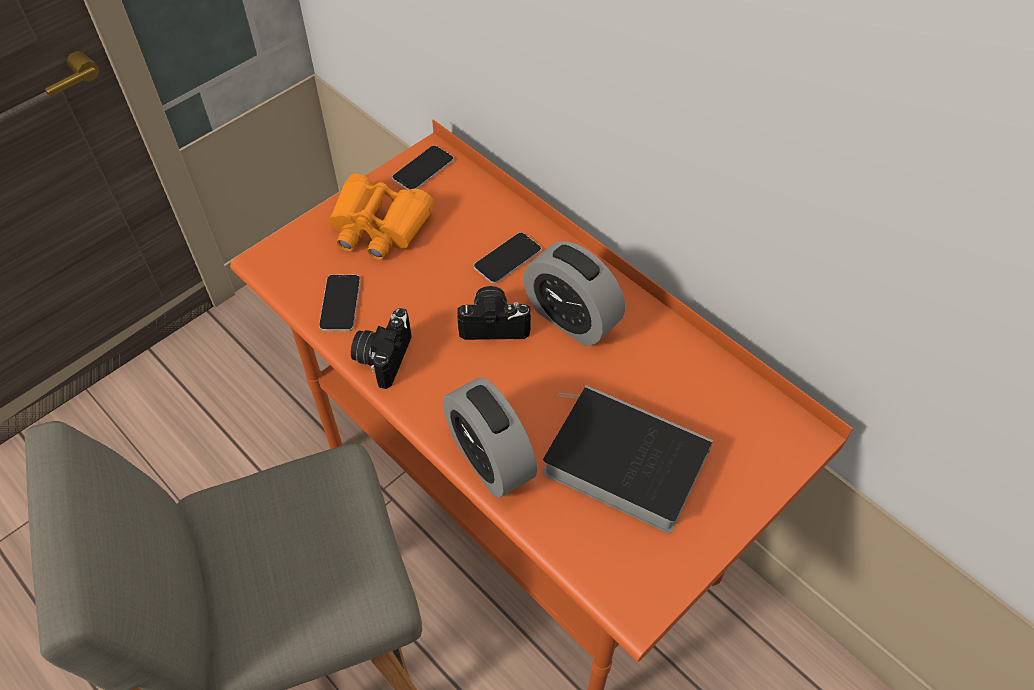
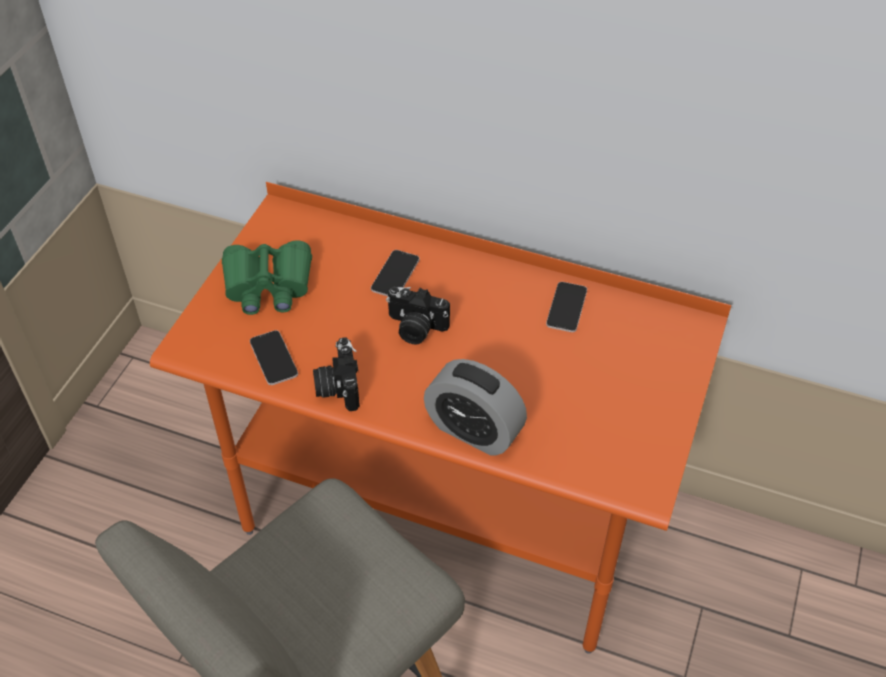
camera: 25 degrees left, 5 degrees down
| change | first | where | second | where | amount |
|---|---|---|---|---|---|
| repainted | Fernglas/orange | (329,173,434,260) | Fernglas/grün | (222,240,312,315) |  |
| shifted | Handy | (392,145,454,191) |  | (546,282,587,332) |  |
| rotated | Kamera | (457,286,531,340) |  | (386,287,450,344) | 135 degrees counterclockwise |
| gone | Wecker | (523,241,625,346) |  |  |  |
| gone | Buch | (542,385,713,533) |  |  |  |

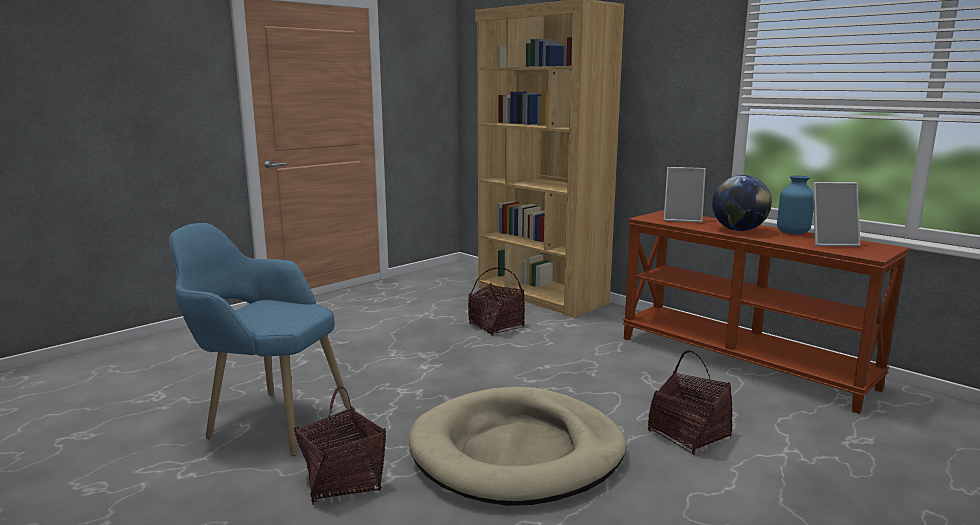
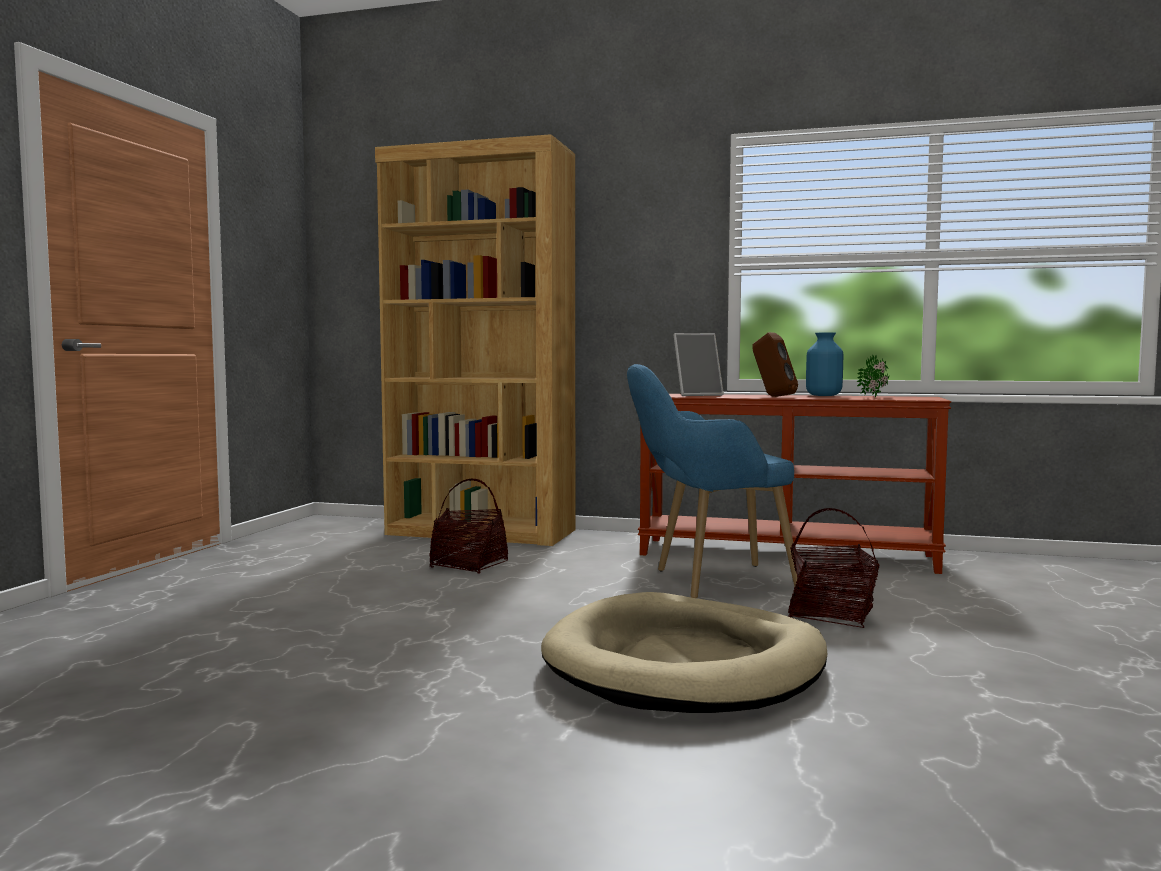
camera: 30 degrees left, 10 degrees down
| change | first | where | second | where | amount |
|---|---|---|---|---|---|
| shifted | Sessel/blau | (169,223,350,456) |  | (627,364,797,598) |  |
| gone | Korb | (294,386,386,505) |  |  |  |
| swapped | Globus | (712,175,772,231) | Lautsprecher/braun | (753,332,798,397) |  |
| swapped | Bilderrahmen | (813,182,861,246) | Topfpflanze | (857,354,889,397) |  |

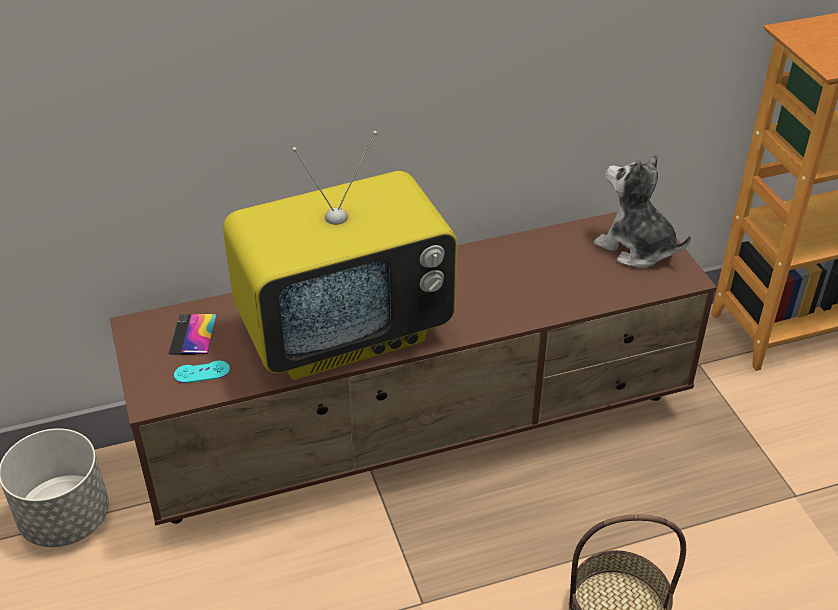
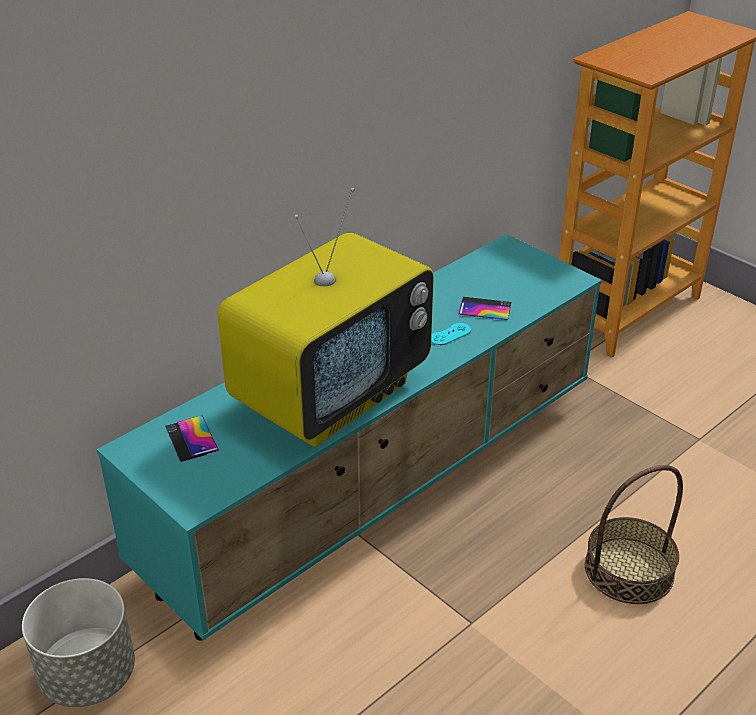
camera: 25 degrees left, 5 degrees down
| change | first | where | second | where | amount |
|---|---|---|---|---|---|
| repainted | Fernsehschrank/braun | (110,212,717,526) | Fernsehschrank/türkis | (96,234,602,641) |  |
| shifted | Gamepad/türkis | (174,361,230,383) |  | (431,323,471,345) |  |
| gone | Plüschtier | (594,154,691,268) |  |  |  |
| new |  |  | Handy | (458,297,511,320) |  |

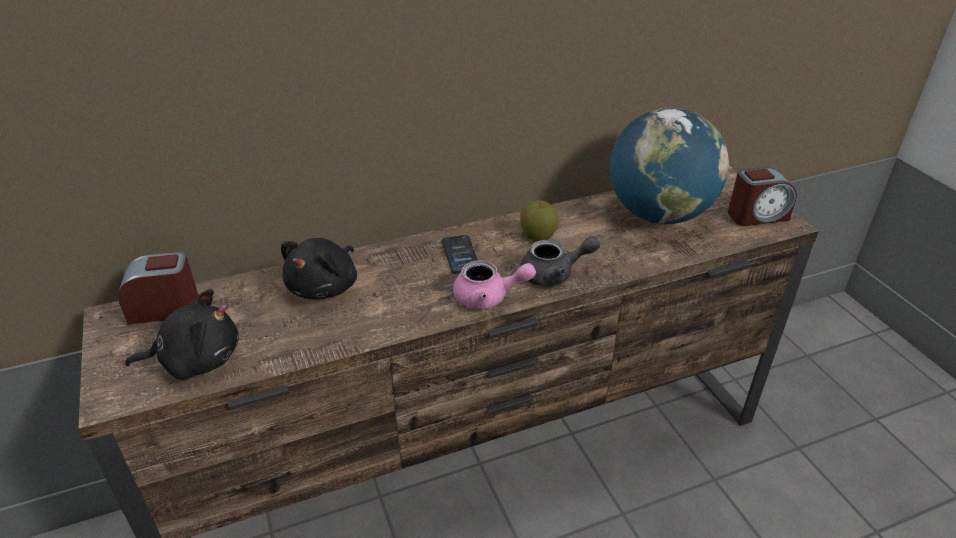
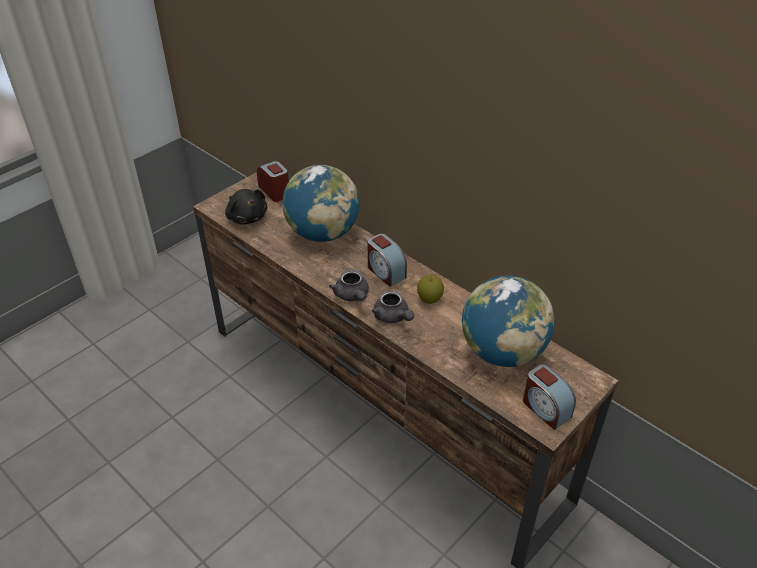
camera: 65 degrees right, 5 degrees up
| change | first | where | second | where | amount |
|---|---|---|---|---|---|
| swapped | Plüschtier/schwarz | (281,238,357,299) | Globus | (283,165,360,242) |  |
| swapped | Handy | (442,235,478,274) | Wecker | (368,234,407,287) |  |
| repainted | Teekanne/rosa | (453,260,536,309) | Teekanne/grau | (329,270,369,301) |  |

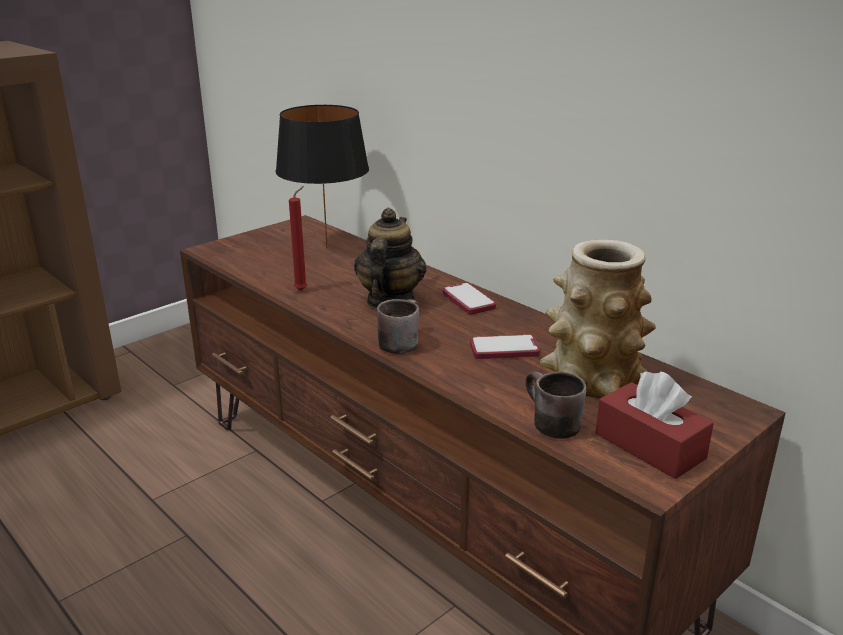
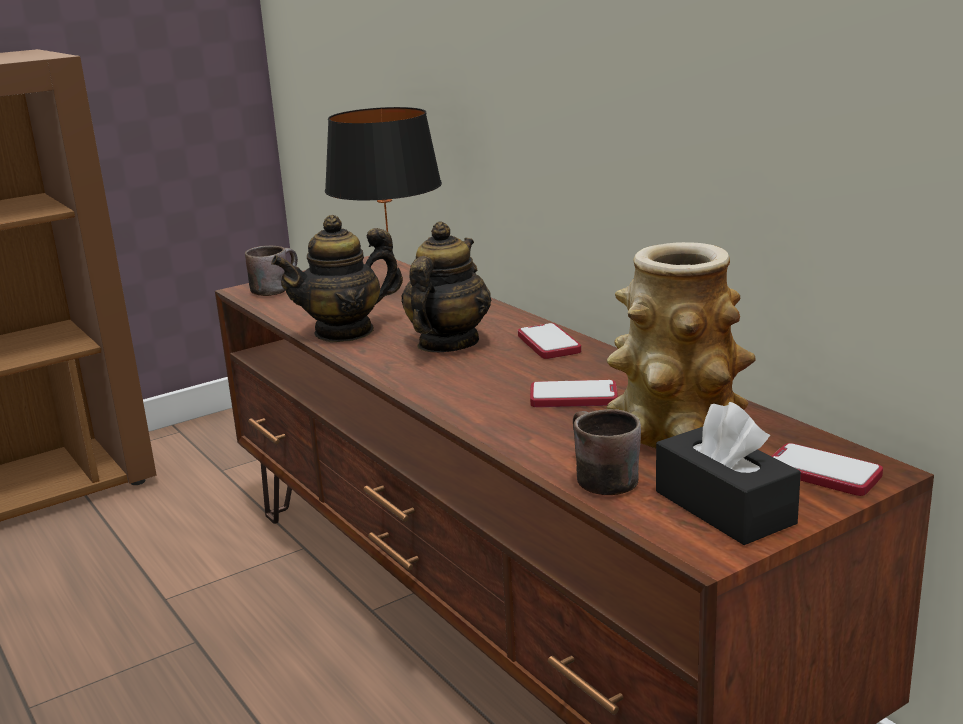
camera: 10 degrees right, 5 degrees down
| change | first | where | second | where | amount |
|---|---|---|---|---|---|
| swapped | Kerze/rot | (289,186,307,291) | Teekanne | (271,215,403,342) |  |
| shifted | Henkelbecher/braun | (377,299,419,354) |  | (245,246,298,296) |  |
| repainted | Taschentuchbox/rot | (596,371,714,479) | Taschentuchbox/schwarz | (656,402,801,545) |  |
| new |  |  | Handy | (771,443,883,496) |  |

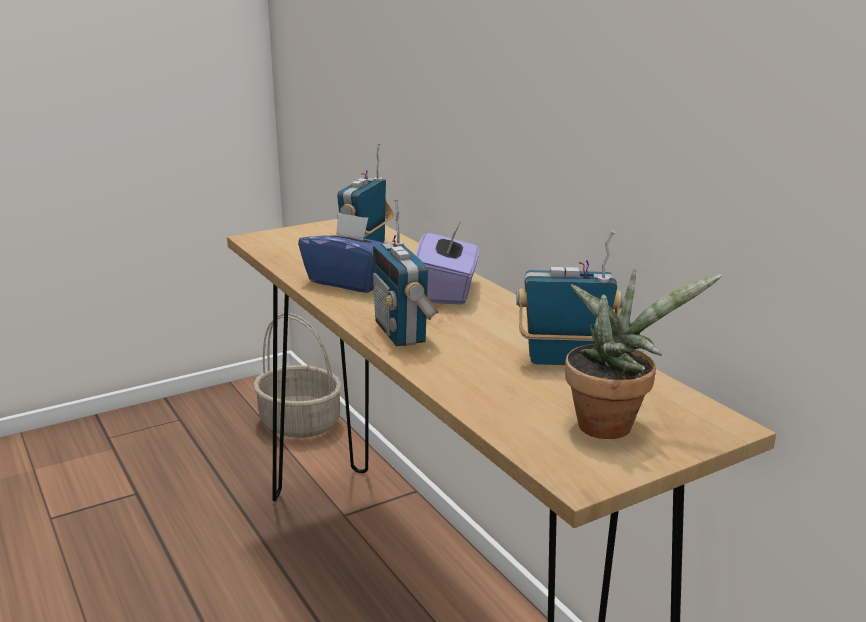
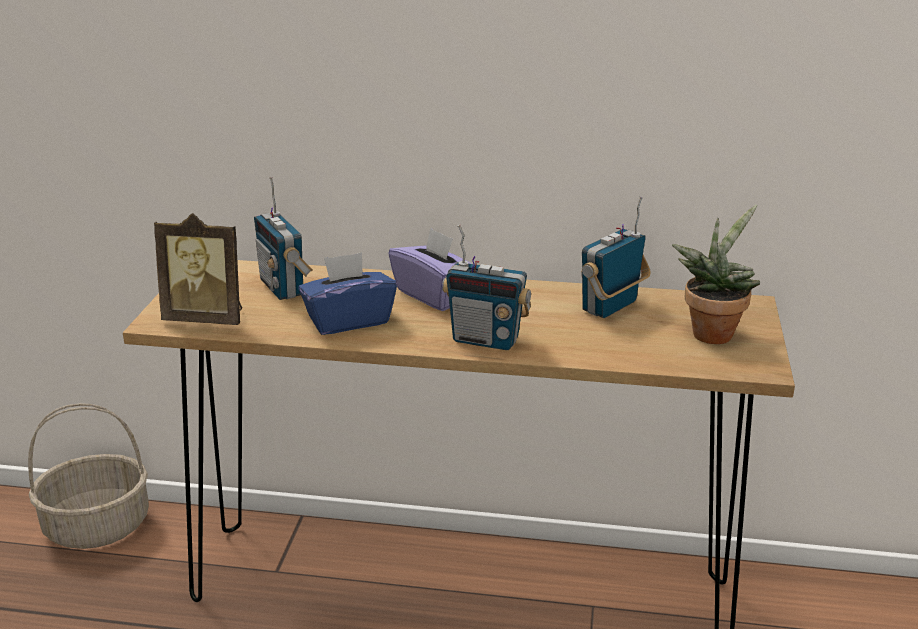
camera: 50 degrees left, 5 degrees up
| change | first | where | second | where | amount |
|---|---|---|---|---|---|
| new |  |  | Bilderrahmen | (154,213,242,325) |  |

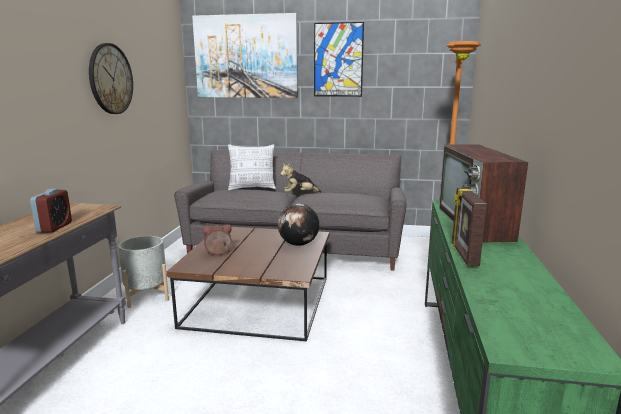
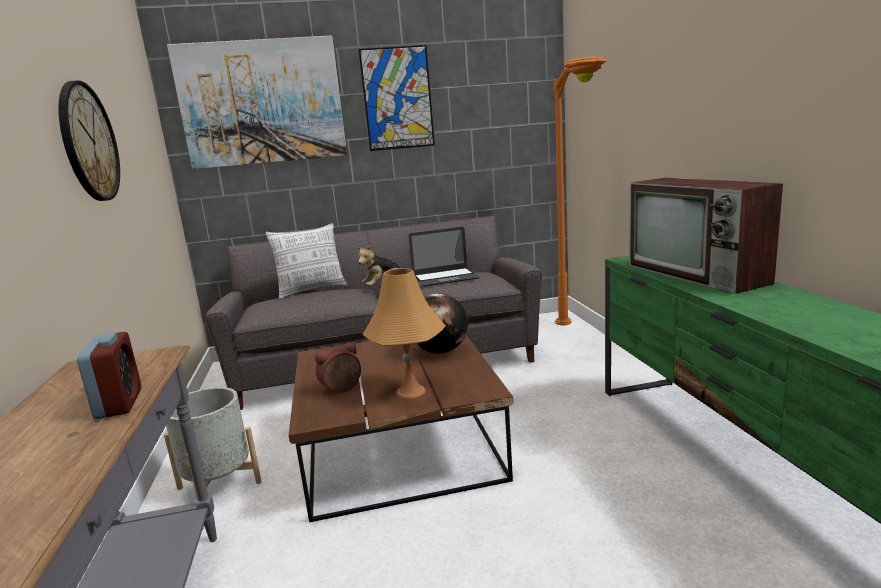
camera: 20 degrees left, 0 degrees up
| change | first | where | second | where | amount |
|---|---|---|---|---|---|
| gone | Bilderrahmen | (452,187,487,267) |  |  |  |
| new |  |  | Tischlampe/orange | (363,268,446,399) |  |
| new |  |  | Laptop | (408,227,480,286) |  |

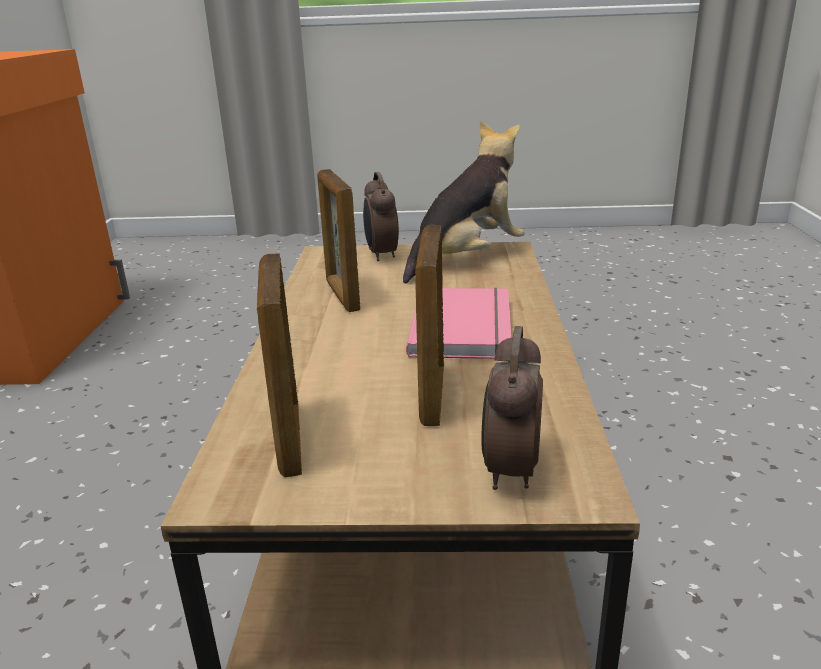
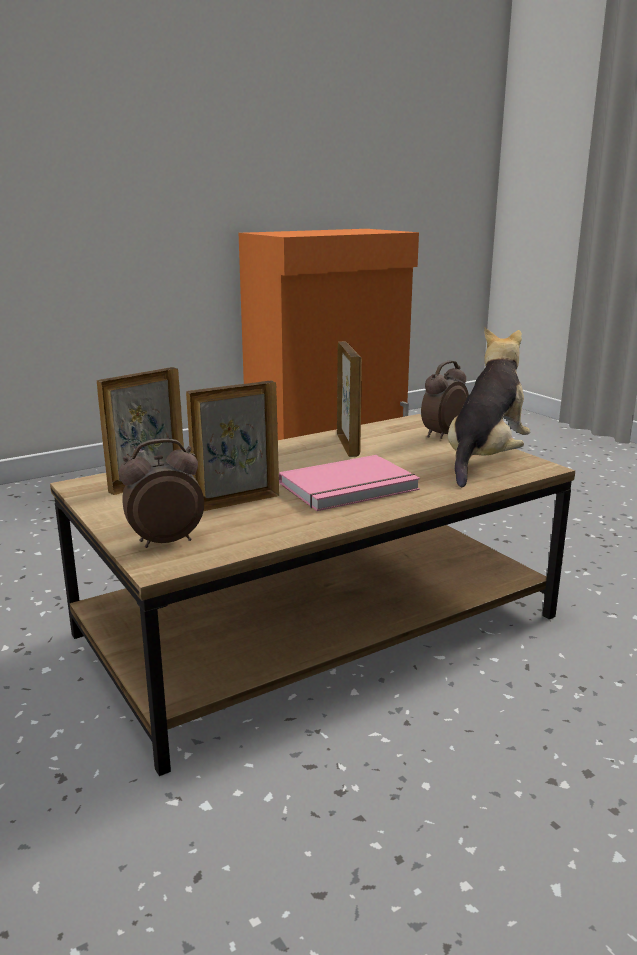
camera: 55 degrees right, 5 degrees down
| change | first | where | second | where | amount |
|---|---|---|---|---|---|
| rotated | Bilderrahmen | (317,169,360,312) |  | (337,341,362,457) | 135 degrees clockwise |
| rotated | Plüschtier | (403,121,525,283) |  | (448,328,530,487) | 75 degrees counterclockwise |

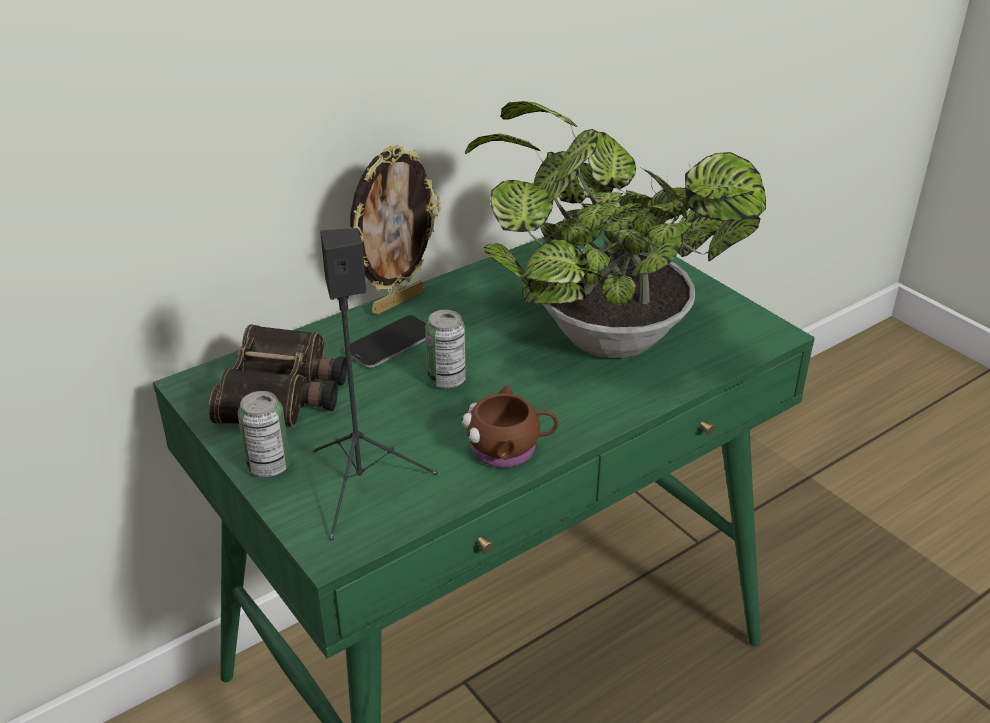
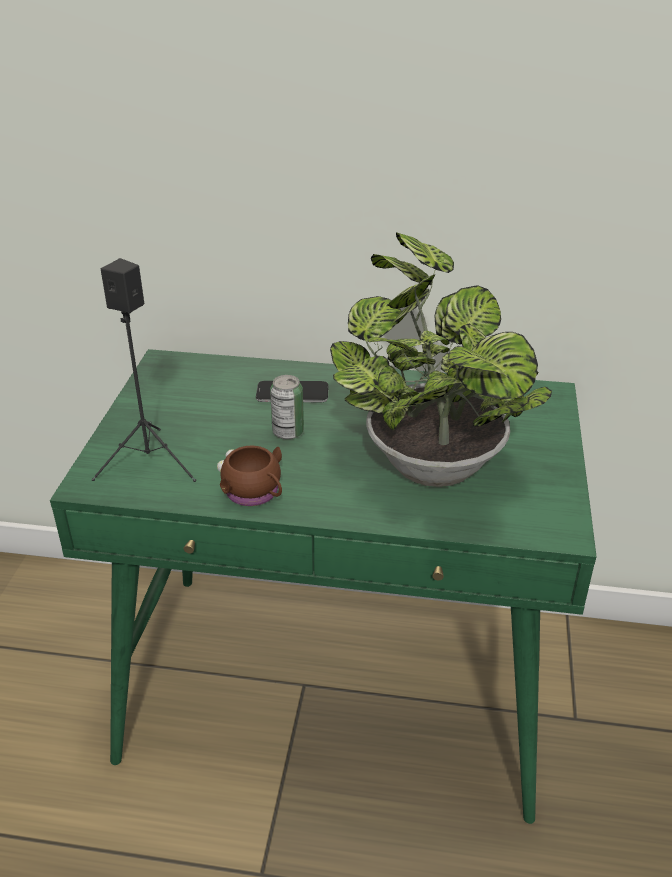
camera: 45 degrees right, 0 degrees up
| change | first | where | second | where | amount |
|---|---|---|---|---|---|
| gone | Fernglas | (209,324,347,427) |  |  |  |
| gone | Dose | (238,391,290,477) |  |  |  |
| gone | Bilderrahmen | (350,145,441,315) |  |  |  |

